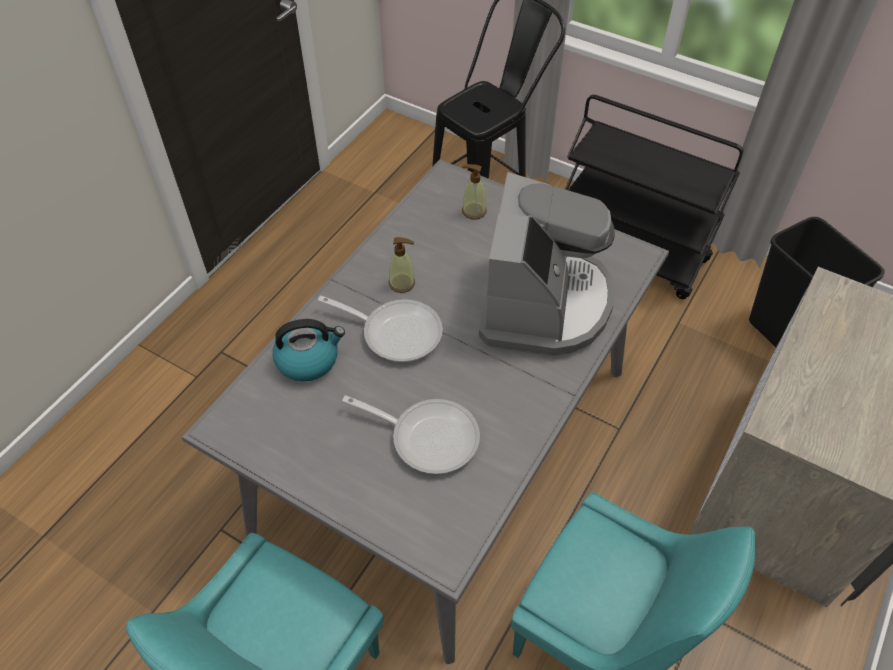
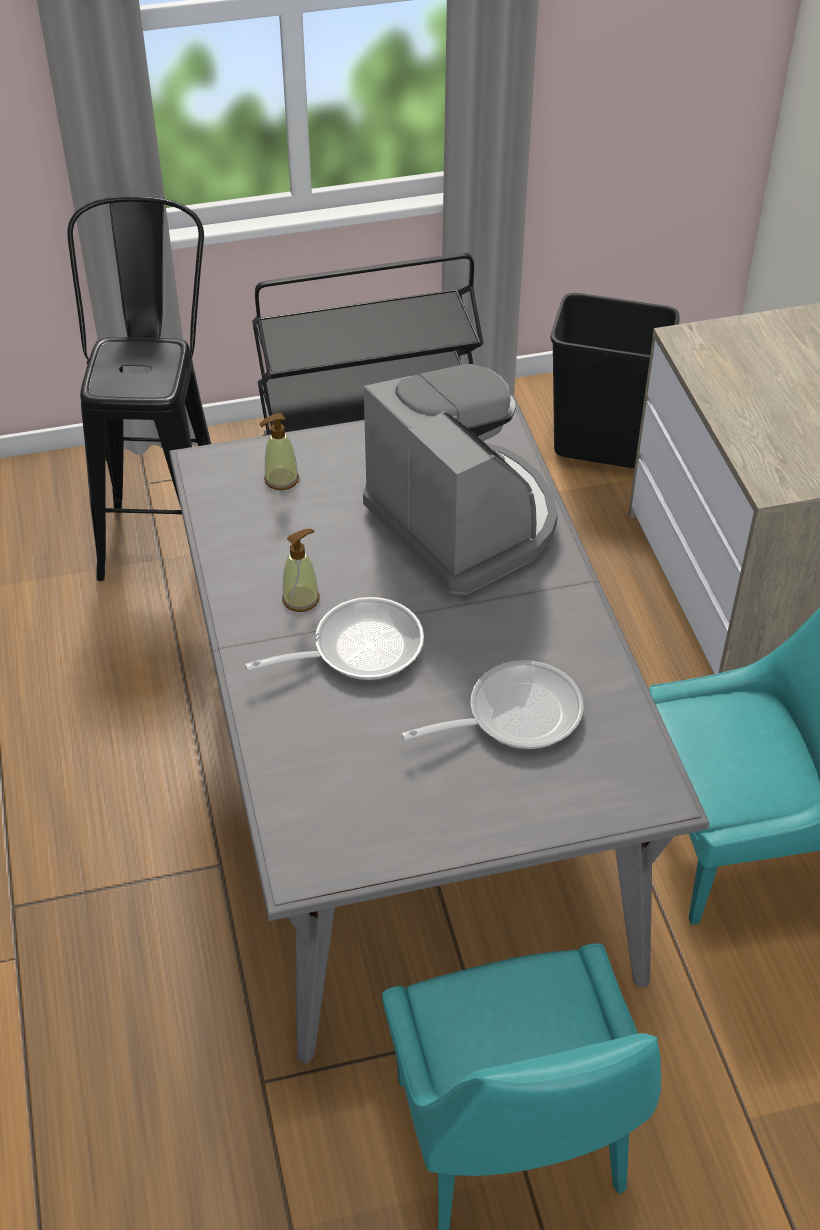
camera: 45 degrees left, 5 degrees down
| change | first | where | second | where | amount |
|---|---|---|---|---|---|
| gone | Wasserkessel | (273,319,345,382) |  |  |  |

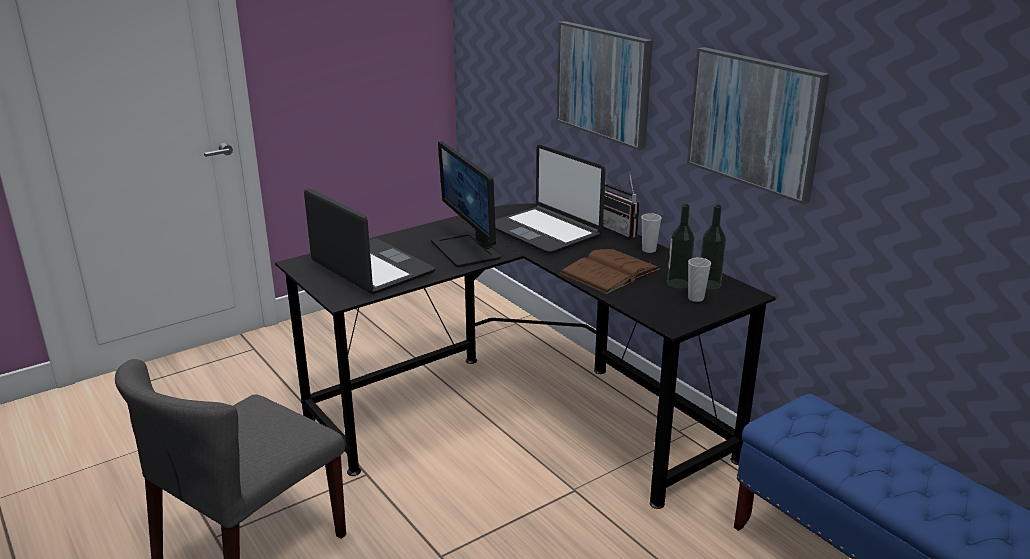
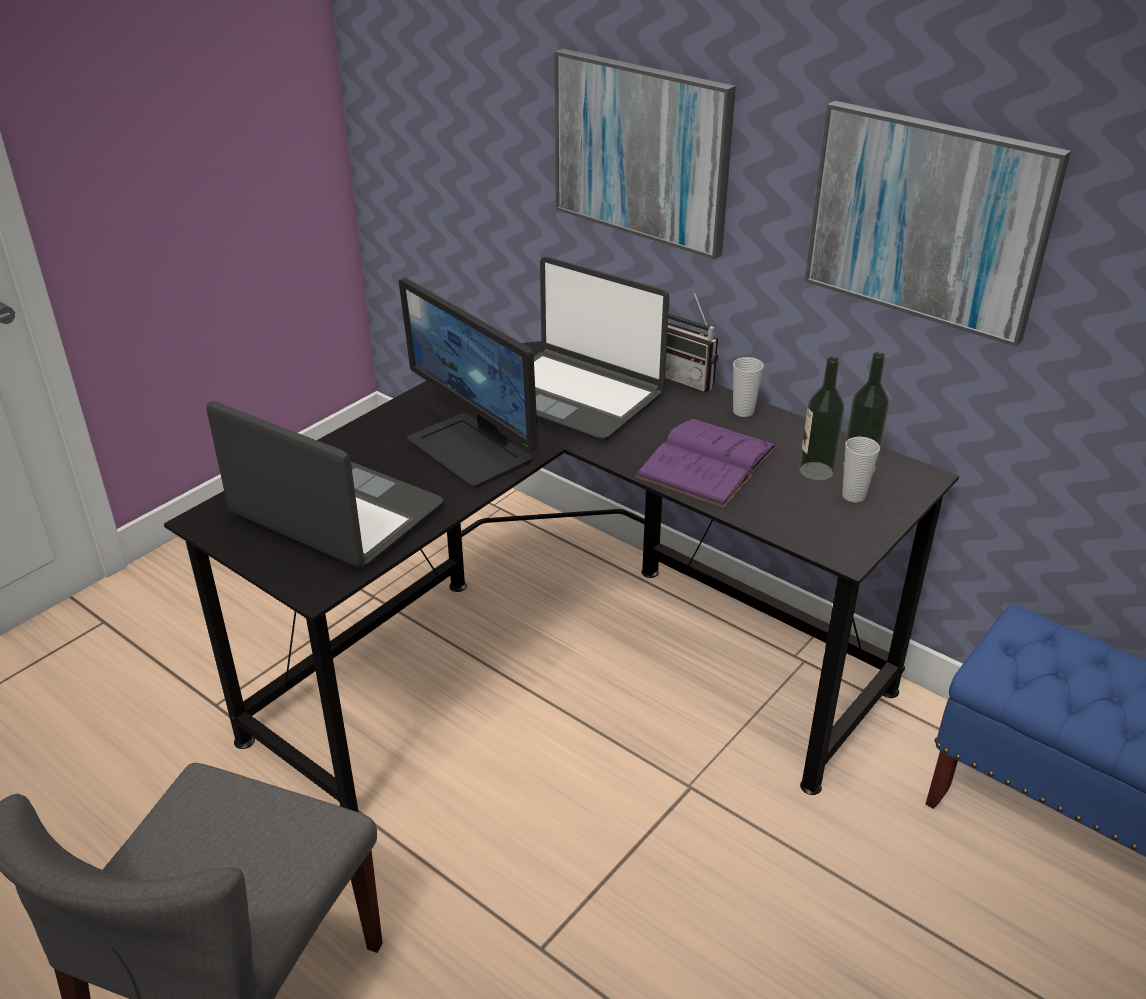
camera: 15 degrees left, 10 degrees up
| change | first | where | second | where | amount |
|---|---|---|---|---|---|
| repainted | Buch/braun | (560,249,660,294) | Buch/lila | (635,418,777,508) |  |

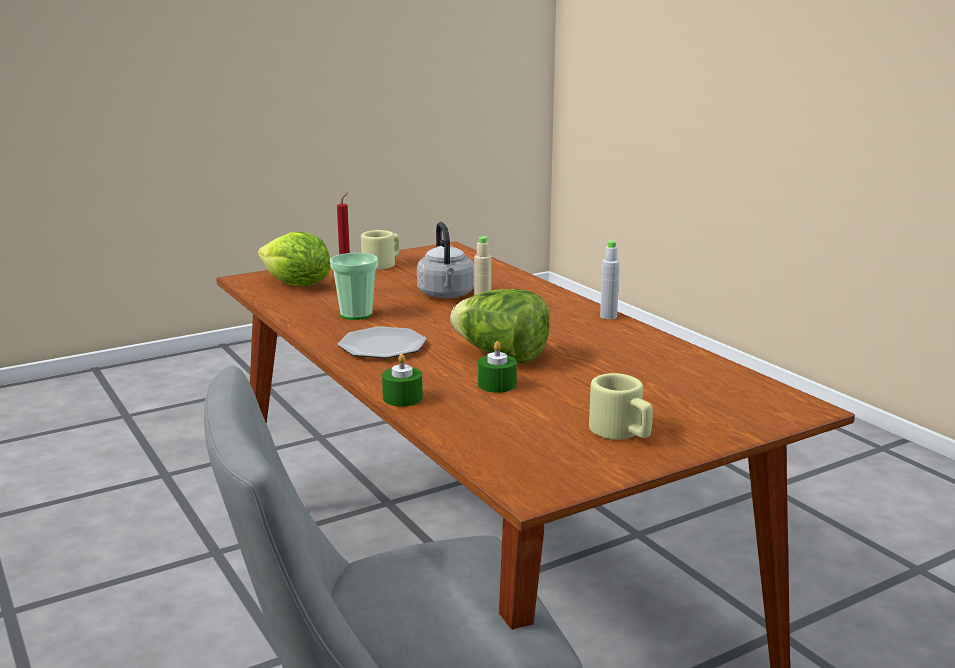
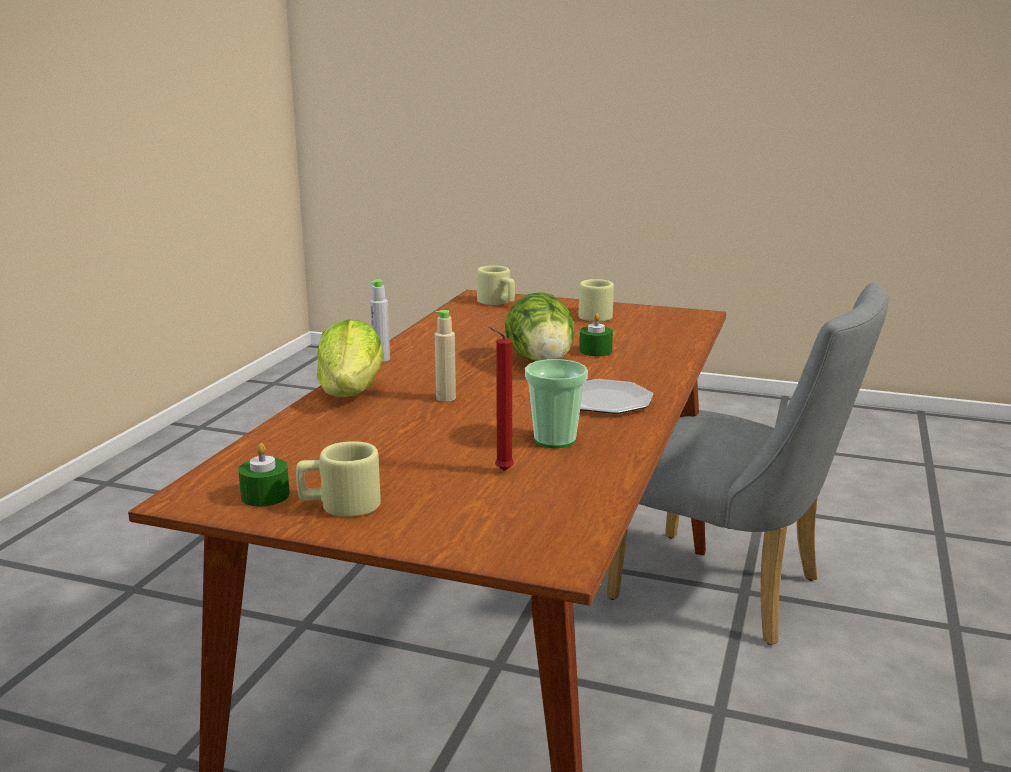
camera: 130 degrees left, 0 degrees up
| change | first | where | second | where | amount |
|---|---|---|---|---|---|
| shifted | Salatkopf | (258,232,331,286) |  | (317,319,384,397) |  |
| shifted | Kerze/grün | (382,354,423,407) |  | (238,443,290,507) |  |
| gone | Wasserkessel/grau | (417,222,474,298) |  |  |  |
| new |  |  | Henkelbecher/beige | (477,265,515,305) |  |

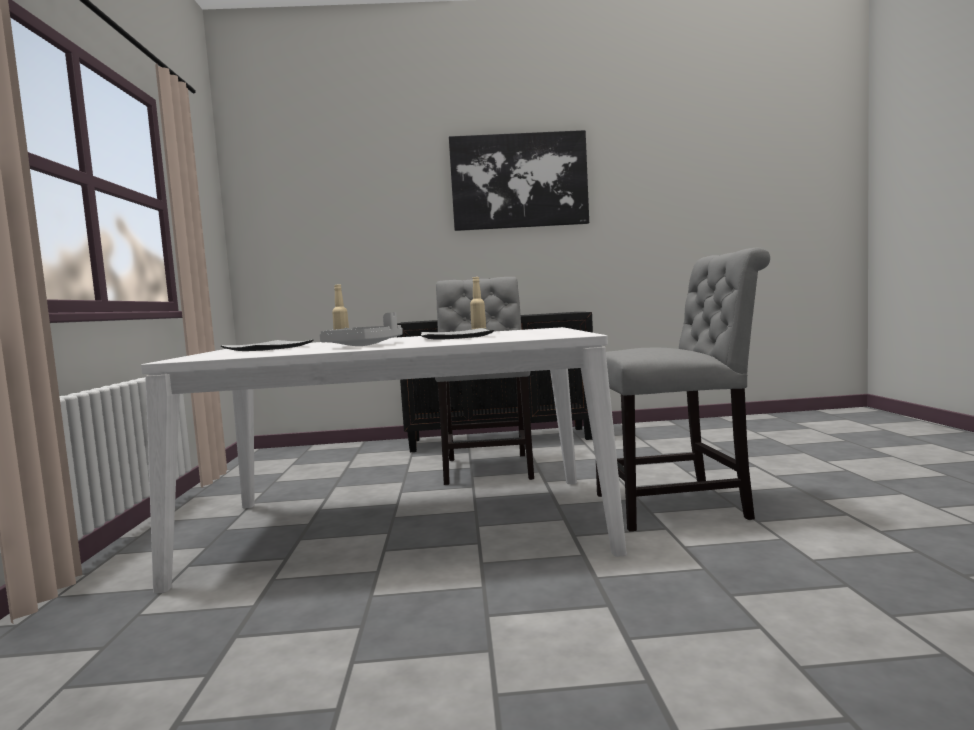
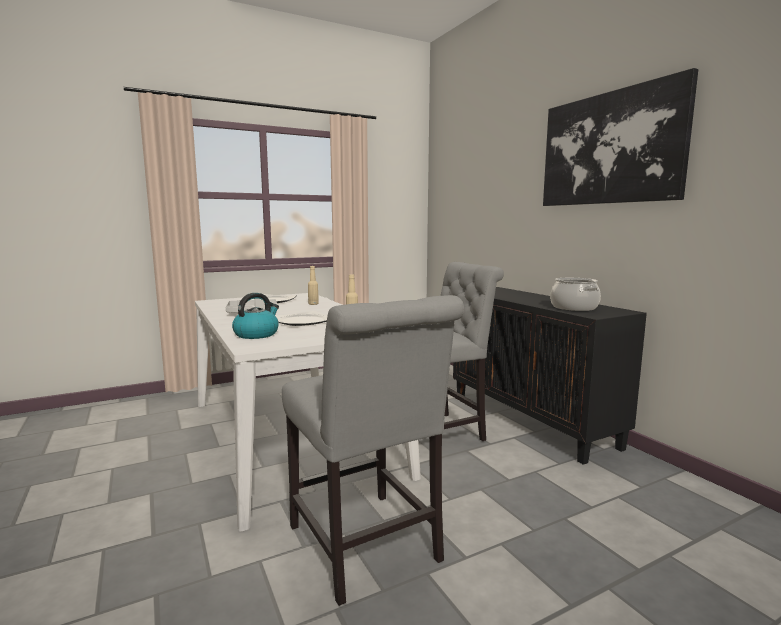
camera: 65 degrees right, 5 degrees up
| change | first | where | second | where | amount |
|---|---|---|---|---|---|
| new |  |  | Wasserkessel | (232,293,279,339) |  |
| new |  |  | Kochtopf | (550,278,601,311) |  |

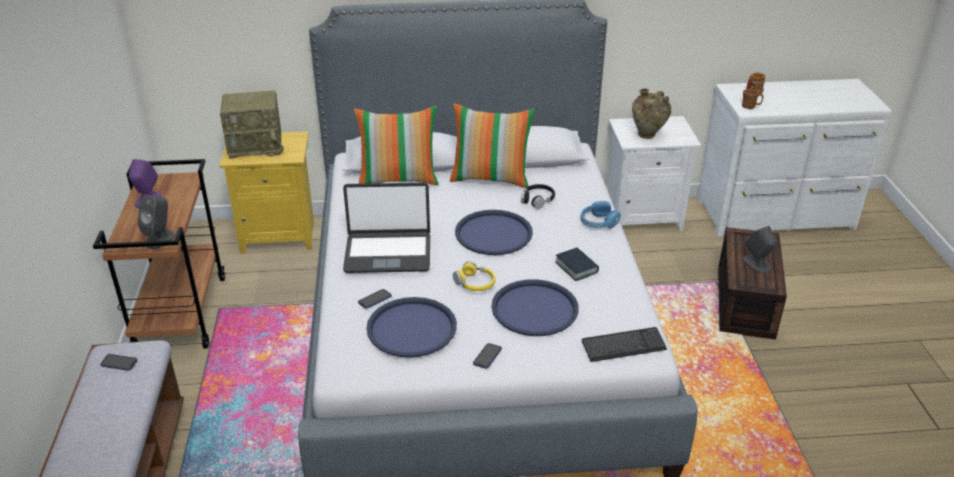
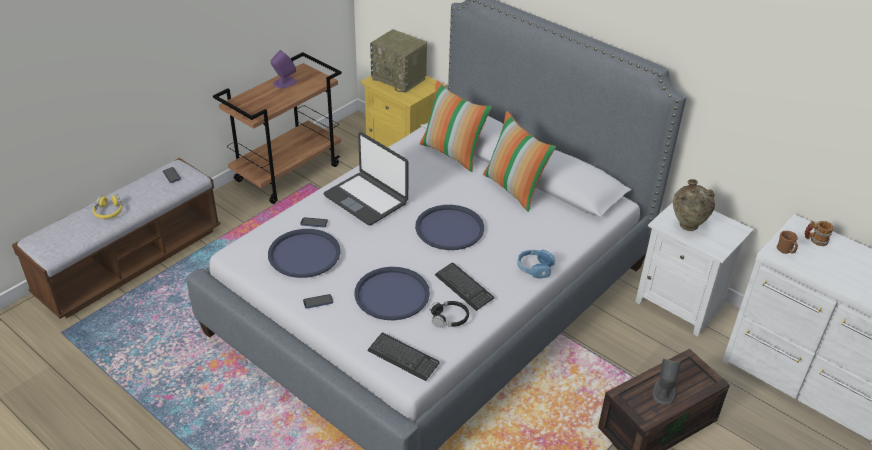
camera: 45 degrees right, 5 degrees up
| change | first | where | second | where | amount |
|---|---|---|---|---|---|
| gone | Lautsprecher/grau | (138,195,176,249) |  |  |  |
| shifted | Kopfhörer/gelb | (453,261,496,291) |  | (93,195,122,219) |  |
| shifted | Kopfhörer/schwarz | (521,184,555,209) |  | (430,301,469,328) |  |
| swapped | Buch | (555,248,599,281) | Tastatur | (435,263,494,311) |  |

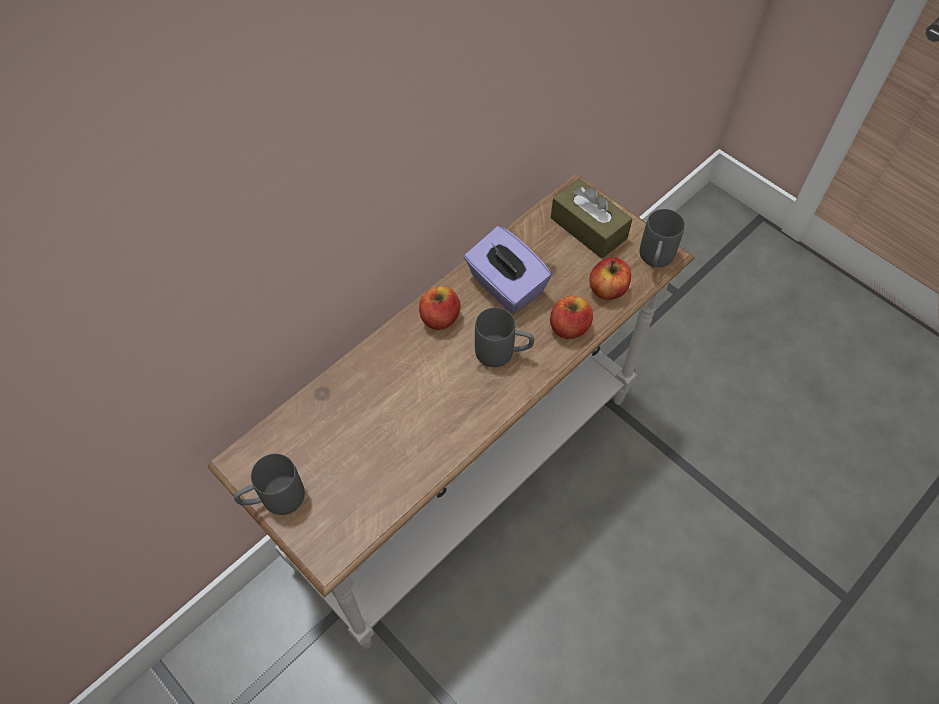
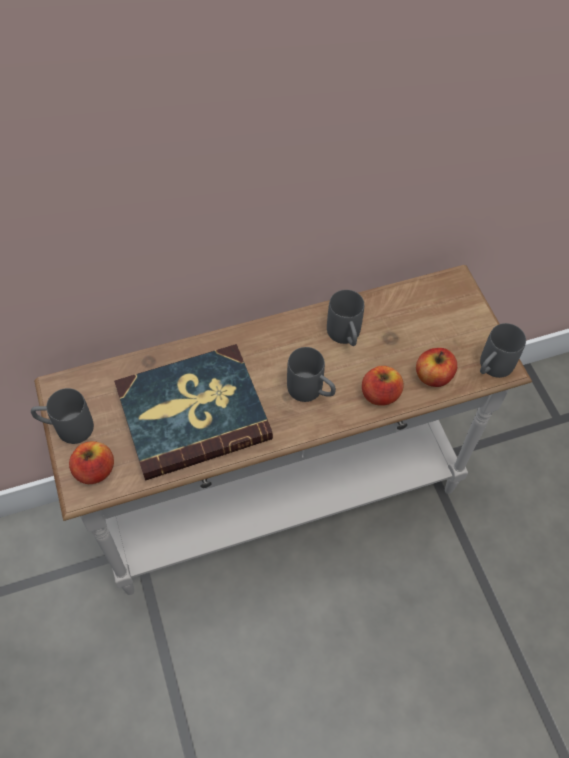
camera: 25 degrees right, 0 degrees up
| change | first | where | second | where | amount |
|---|---|---|---|---|---|
| shifted | Apfel | (419,286,461,330) |  | (69,441,114,484) |  |
| swapped | Taschentuchbox/lila | (464,226,552,313) | Henkelbecher/grau | (327,290,364,346) |  |
| gone | Taschentuchbox/braun | (551,179,632,259) |  |  |  |
| new |  |  | Buch | (114,344,273,481) |  |

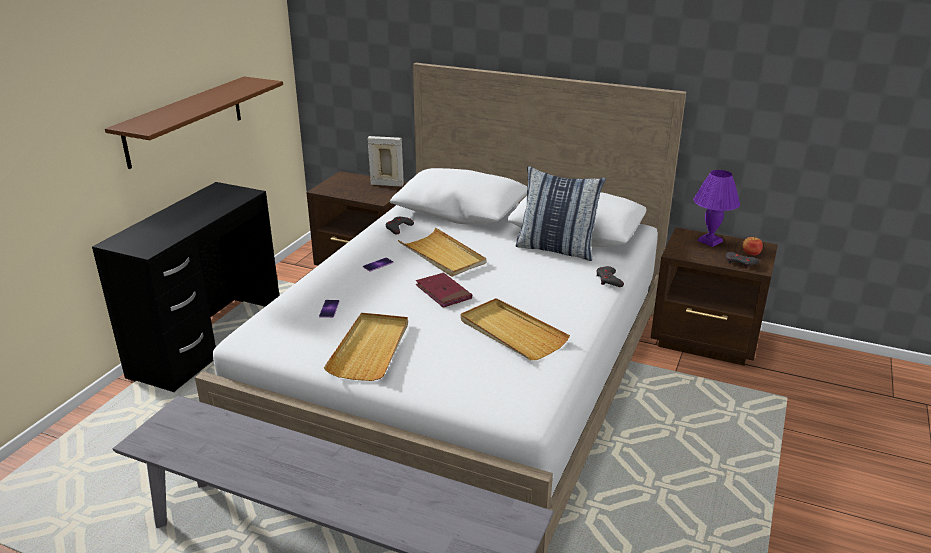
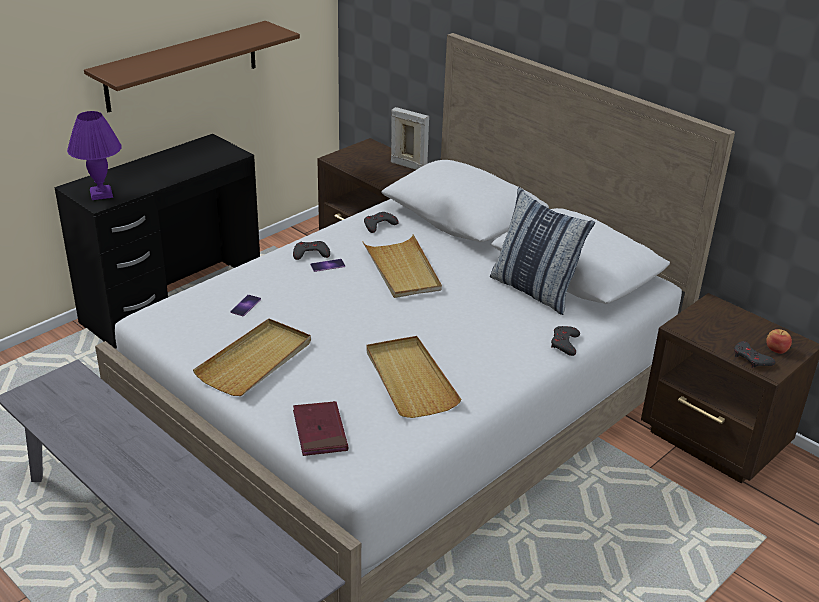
camera: 20 degrees right, 5 degrees up
| change | first | where | second | where | amount |
|---|---|---|---|---|---|
| shifted | Buch/rot | (416,273,472,308) |  | (293,401,348,456) |  |
| shifted | Tischlampe/lila | (694,170,740,247) |  | (67,111,122,200) |  |
| new |  |  | Gamepad/grau | (293,241,330,260) |  |

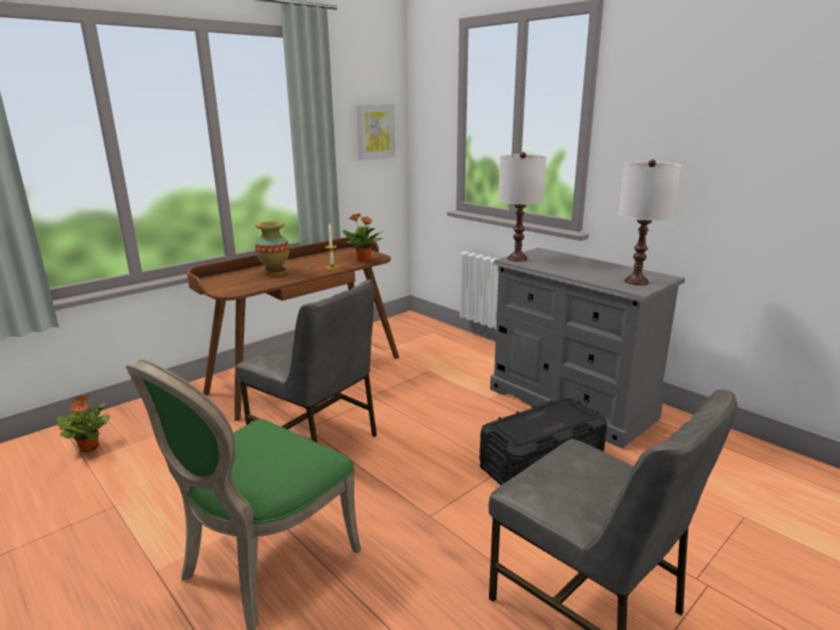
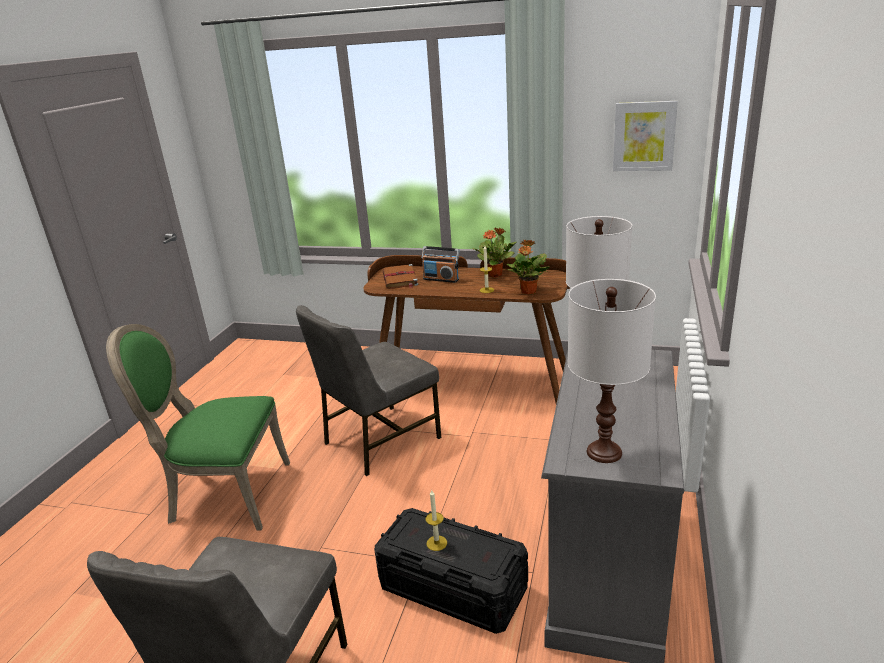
camera: 60 degrees right, 5 degrees up
| change | first | where | second | where | amount |
|---|---|---|---|---|---|
| shifted | Topfpflanze | (56,394,110,452) |  | (473,228,517,278) |  |
| rotated | Stuhl/grau | (236,279,377,443) |  | (296,305,442,476) | 45 degrees clockwise |
| swapped | Vase | (255,221,289,276) | Radio | (422,246,459,283) |  |
| new |  |  | Buch/braun | (383,264,418,289) |  |
| new |  |  | Kerze | (425,490,447,551) |  |

